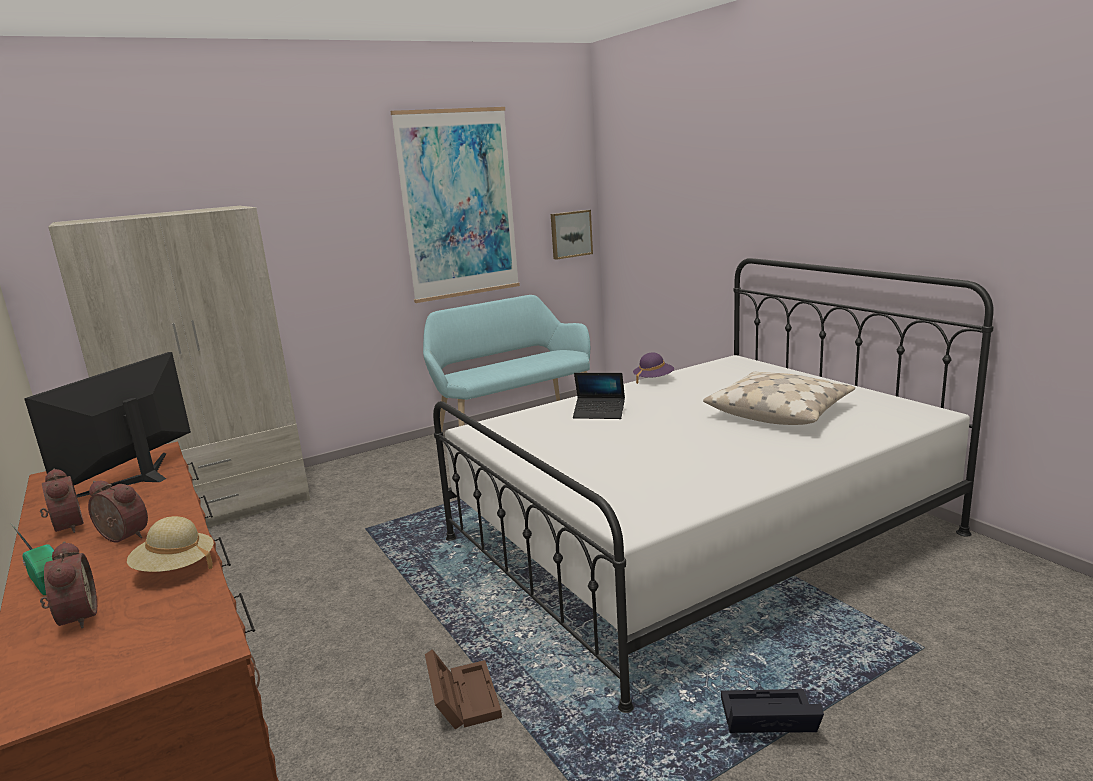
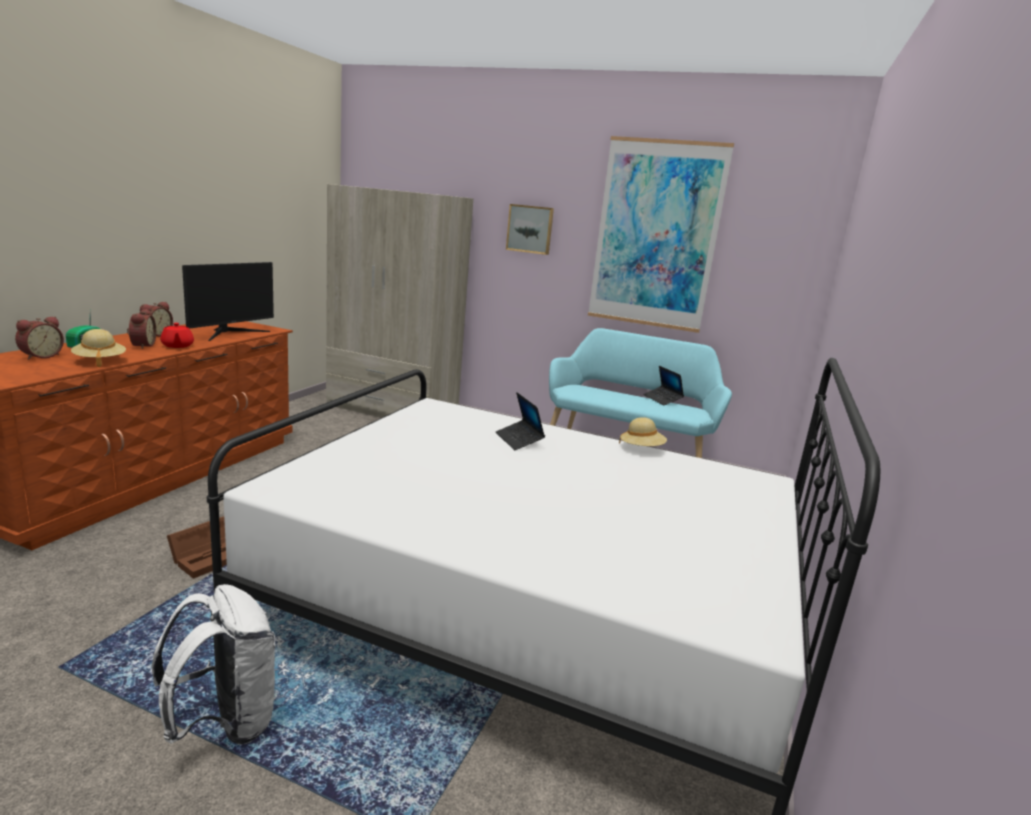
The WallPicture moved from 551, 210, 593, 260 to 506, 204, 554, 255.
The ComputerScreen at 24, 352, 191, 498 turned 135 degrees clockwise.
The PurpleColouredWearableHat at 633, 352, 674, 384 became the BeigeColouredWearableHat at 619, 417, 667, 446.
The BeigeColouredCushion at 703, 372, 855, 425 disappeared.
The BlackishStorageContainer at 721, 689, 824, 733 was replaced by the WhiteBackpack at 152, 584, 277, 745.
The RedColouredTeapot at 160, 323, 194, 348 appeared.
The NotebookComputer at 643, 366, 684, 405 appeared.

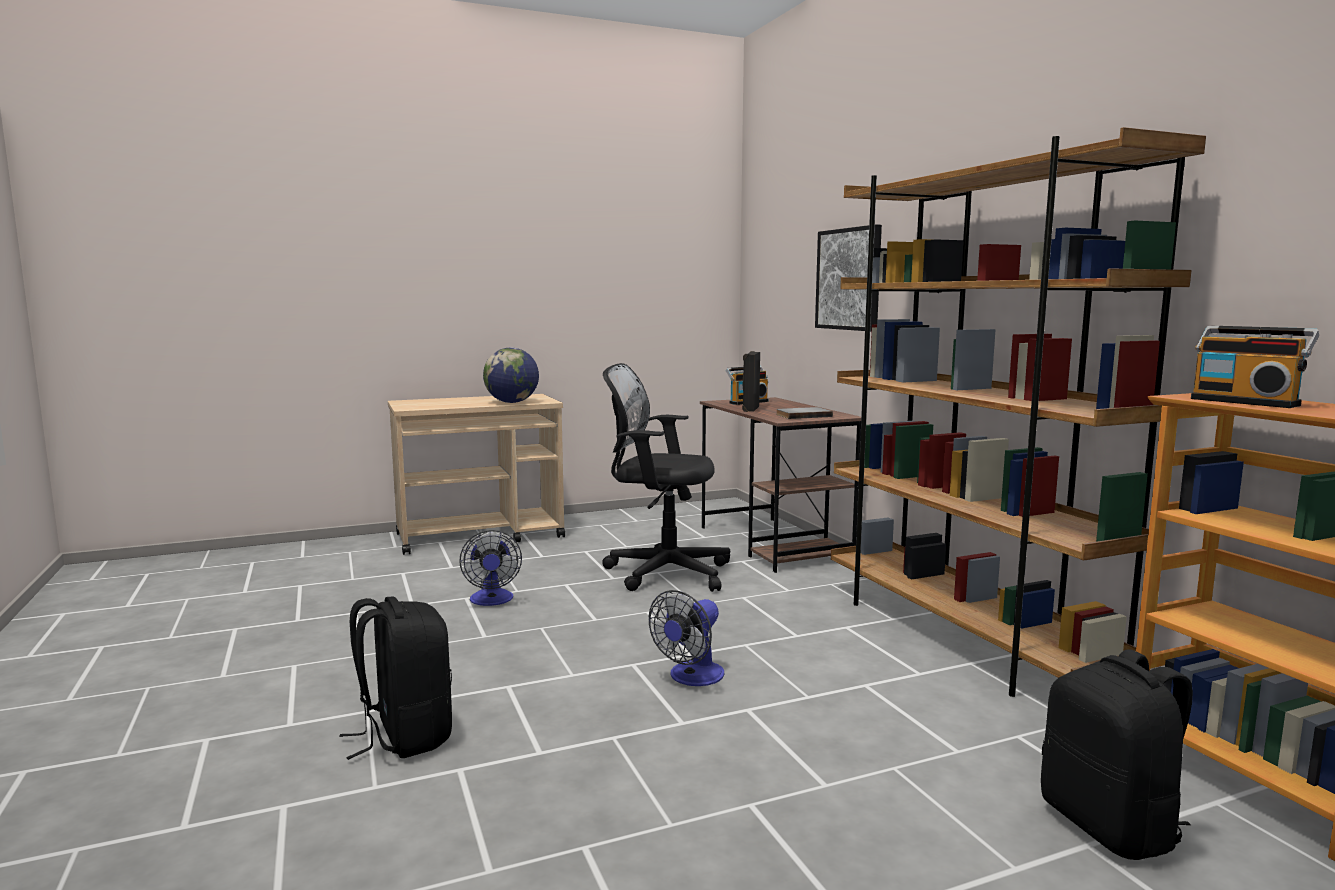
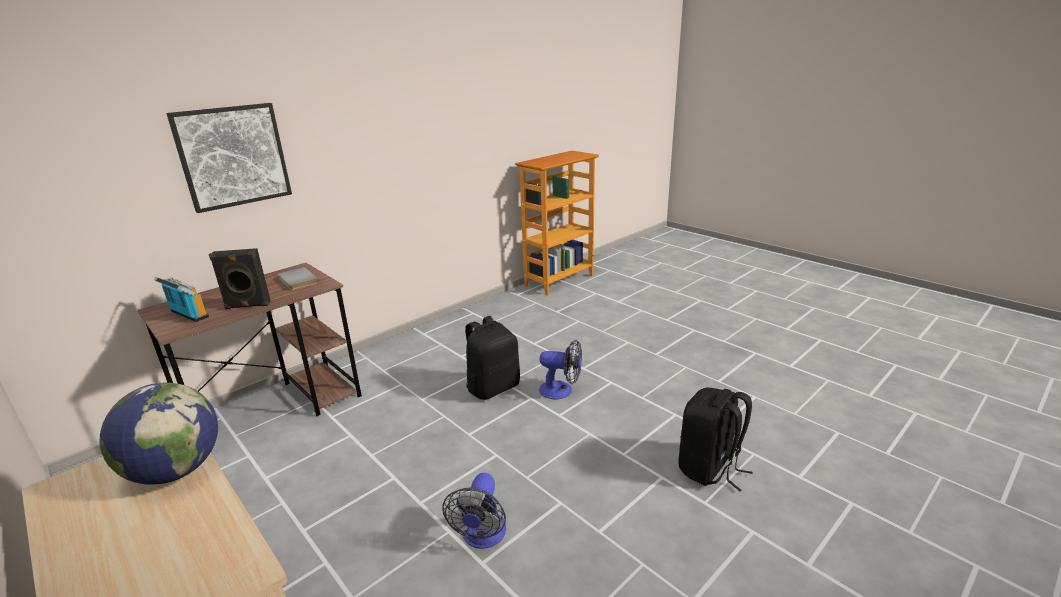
The BrownishBookcase at 831, 127, 1206, 697 disappeared.
The RadioSet at 1191, 326, 1319, 408 disappeared.
The BlackishComputerChair at 602, 363, 730, 592 disappeared.
The CoolingFan at 459, 530, 522, 606 turned 135 degrees clockwise.
The BlackishBackpack moved from 1041, 650, 1193, 860 to 465, 316, 520, 400.

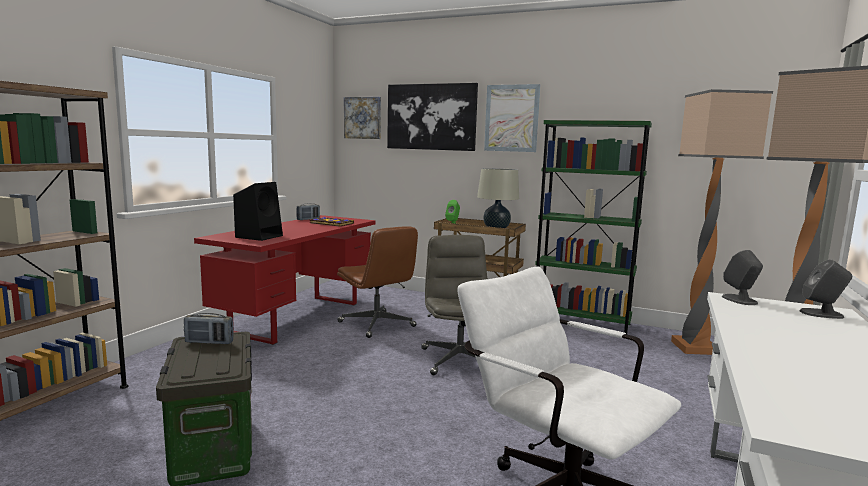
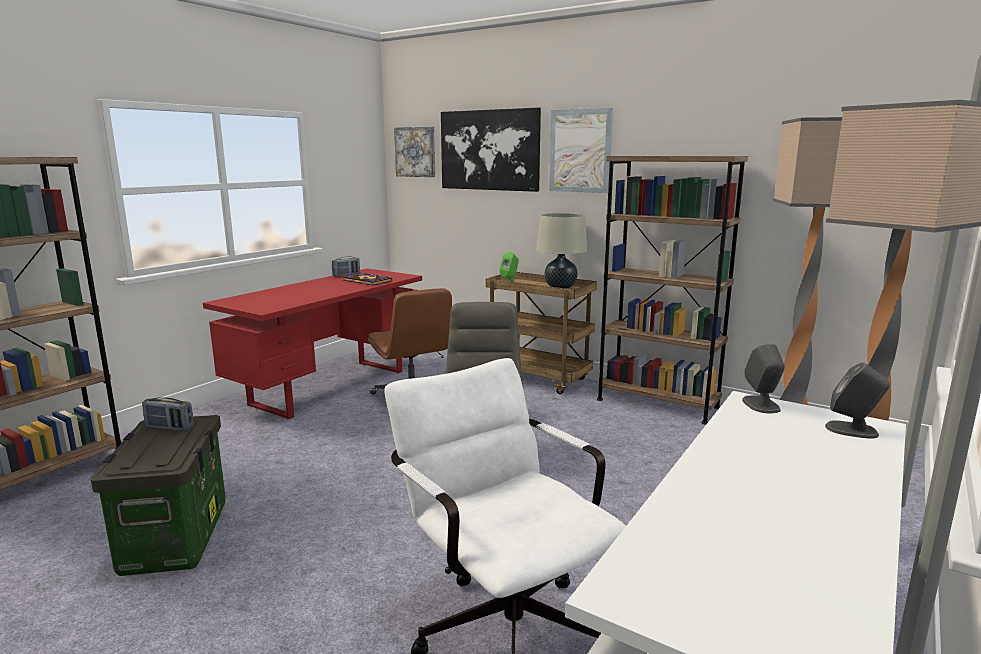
The GreenBookcase at 535, 120, 652, 335 became the BrownishBookcase at 597, 156, 748, 425.
The BlackishSpeaker at 233, 182, 283, 241 disappeared.

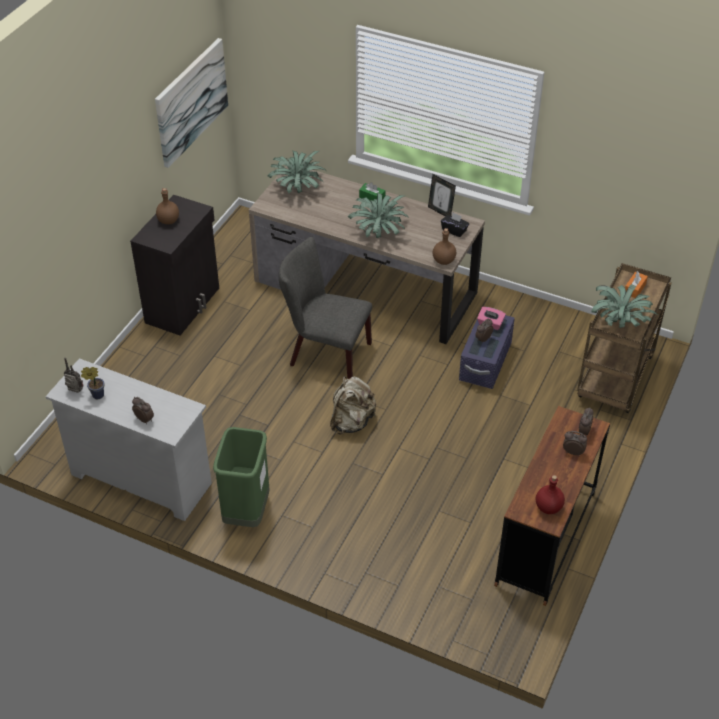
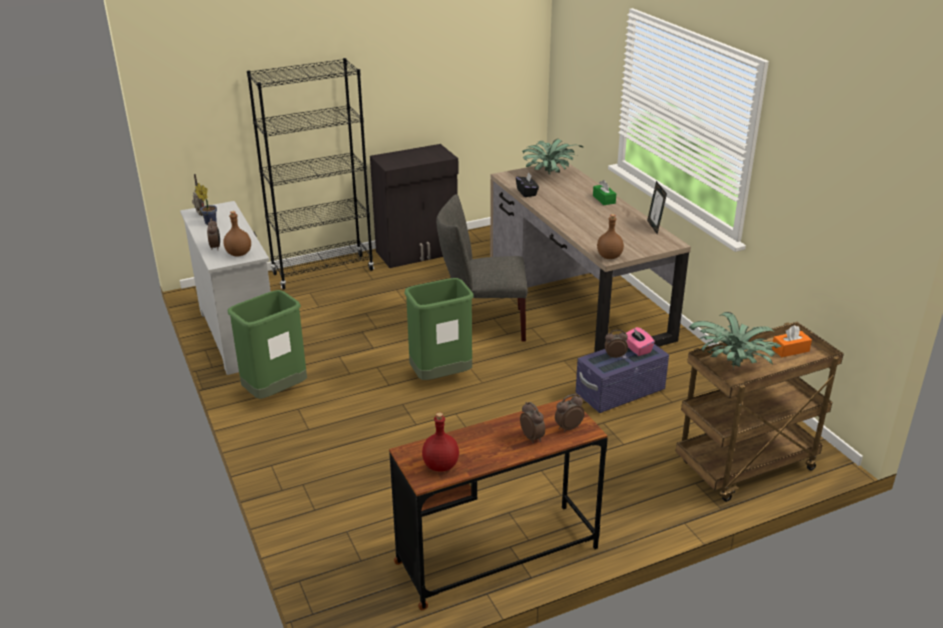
The WallPicture at 155, 38, 228, 168 disappeared.
The BrownishDrinkBottle moved from 156, 188, 179, 224 to 223, 211, 251, 257.
The Houseplant at 347, 193, 409, 238 disappeared.
The BlackishBoxOfTissues moved from 441, 212, 469, 237 to 516, 172, 539, 197.
The GrayPlainChair at 279, 237, 372, 379 turned 60 degrees counterclockwise.
The BeigeColouredBackpack at 330, 376, 376, 434 was replaced by the GreenWasteBin at 404, 278, 474, 380.
The BlackishBookcase at 247, 58, 374, 290 appeared.

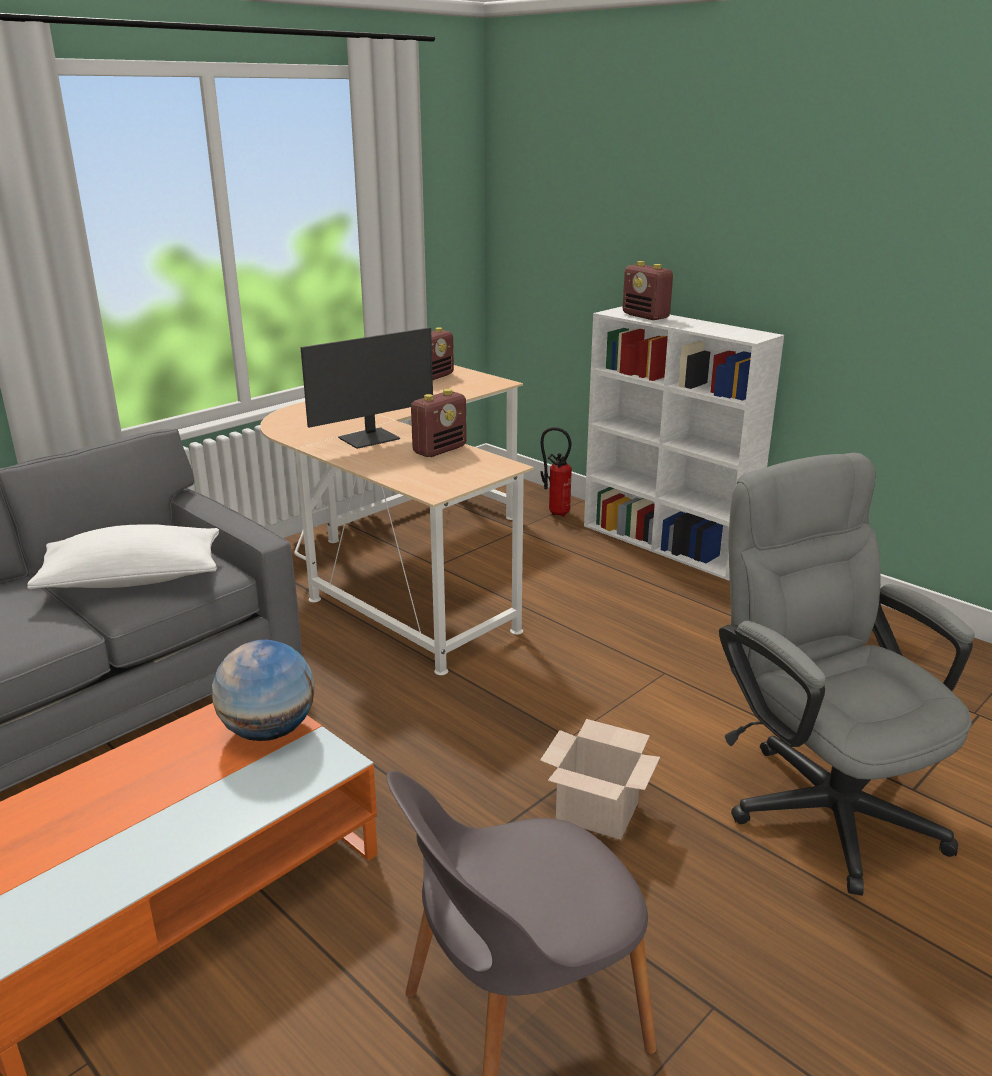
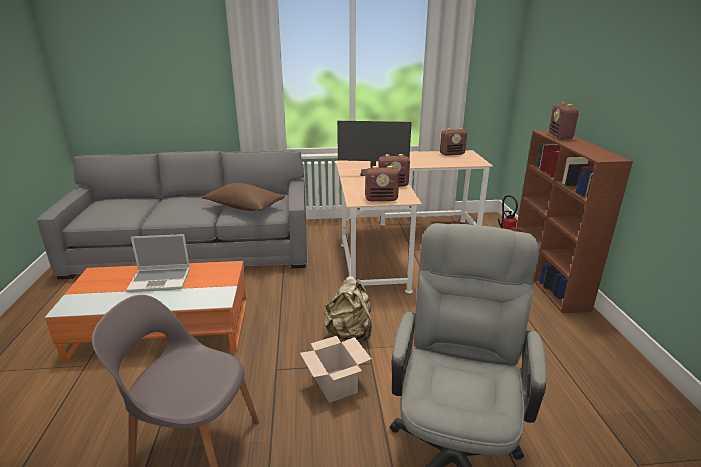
The WhiteBookcase at 584, 306, 784, 581 became the BrownishBookcase at 516, 130, 633, 313.
The WhiteCushion at 27, 524, 219, 589 became the BrownishCushion at 202, 183, 285, 211.
The Globe at 212, 640, 315, 741 disappeared.
The RadioSet at 365, 166, 399, 201 appeared.
The NotebookComputer at 126, 234, 190, 292 appeared.
The BeigeColouredBackpack at 324, 276, 372, 342 appeared.

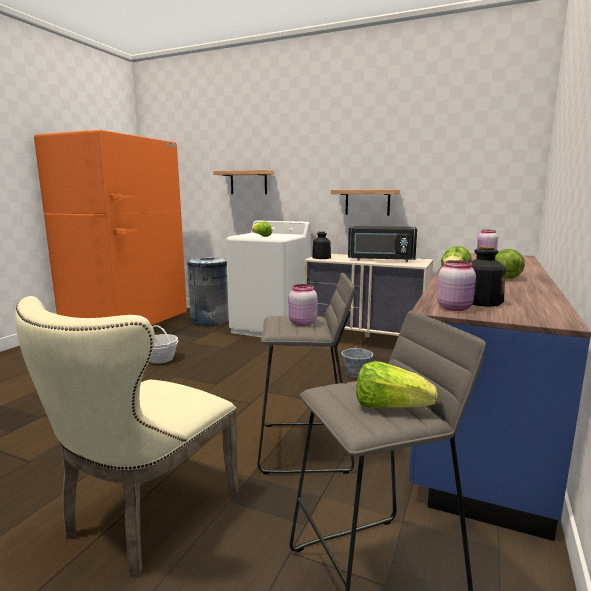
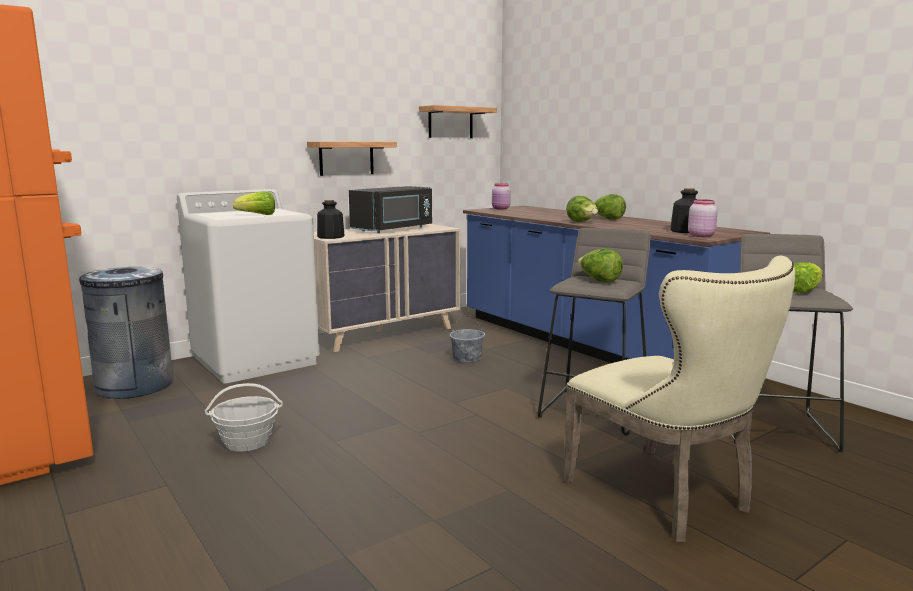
The WallShelf moved from 213, 170, 274, 194 to 419, 105, 497, 138.
The PinkishPreserveJar at 289, 284, 317, 326 was replaced by the HeadOfLettuce at 578, 248, 623, 283.

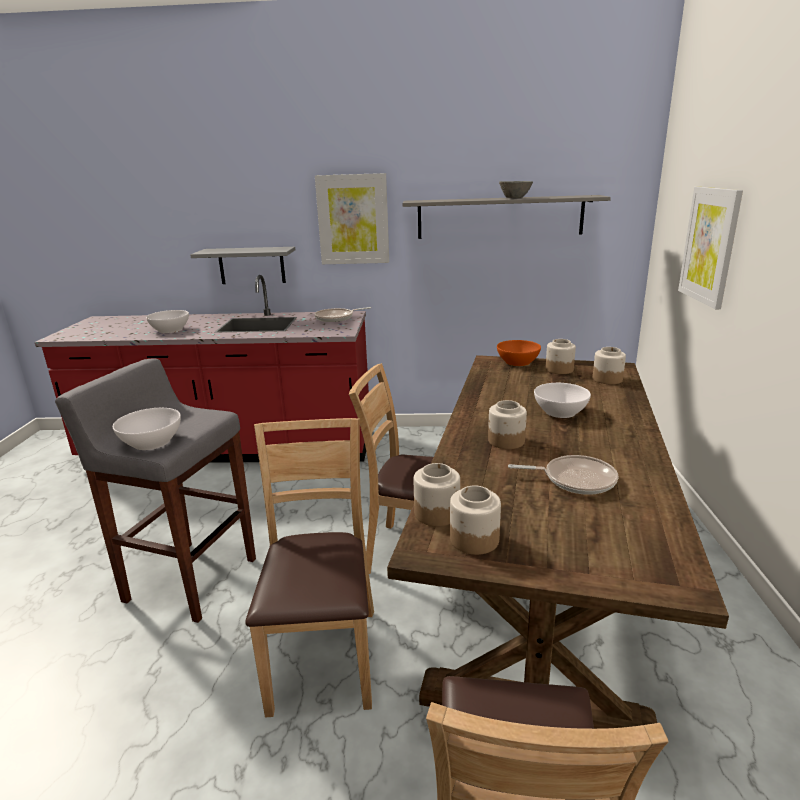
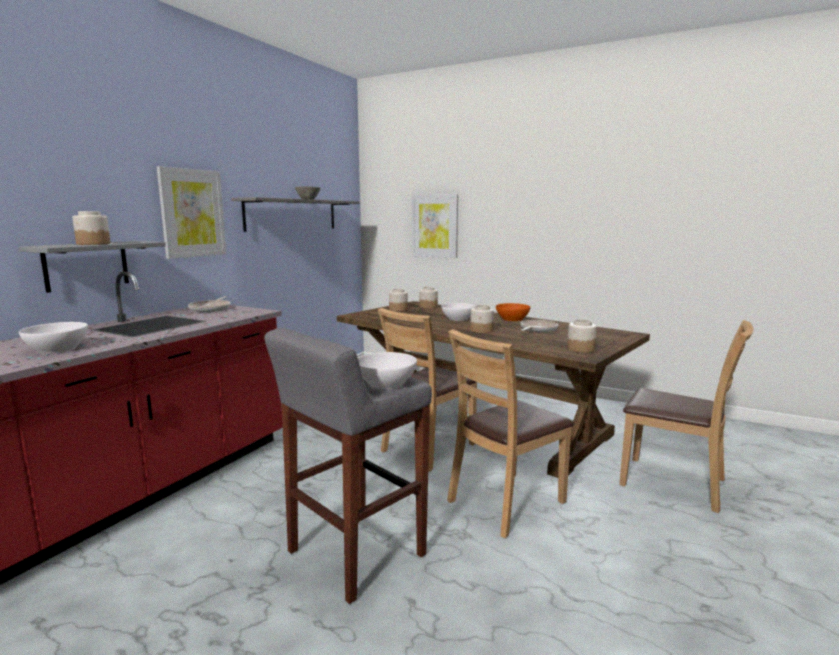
The OrangeyBowl moved from 497, 340, 541, 366 to 496, 303, 530, 321.
The BrownishPlainChair at 246, 418, 374, 717 turned 60 degrees counterclockwise.
The PreserveJar moved from 414, 463, 460, 526 to 72, 211, 110, 245.

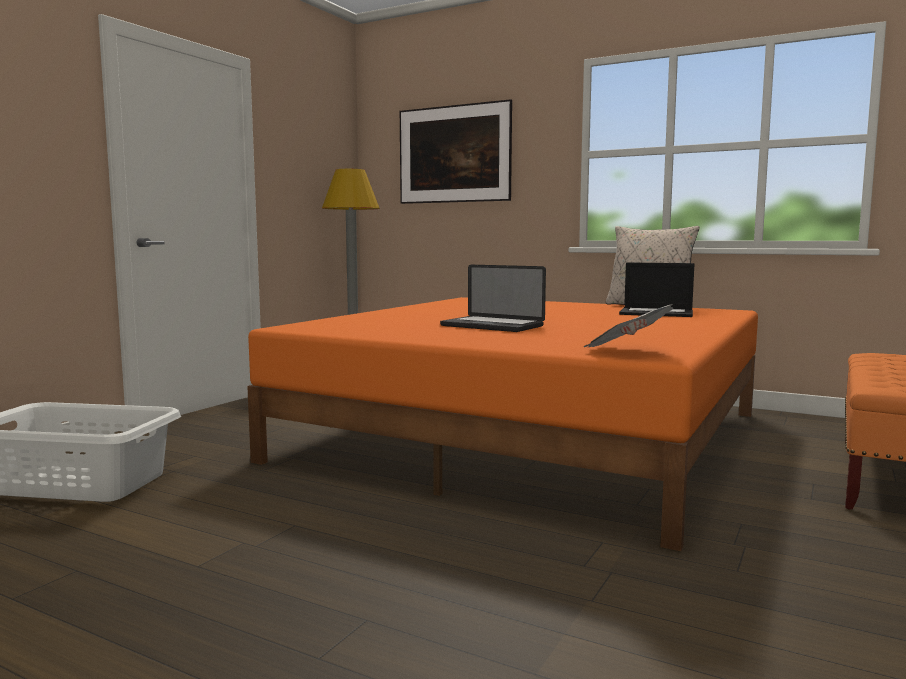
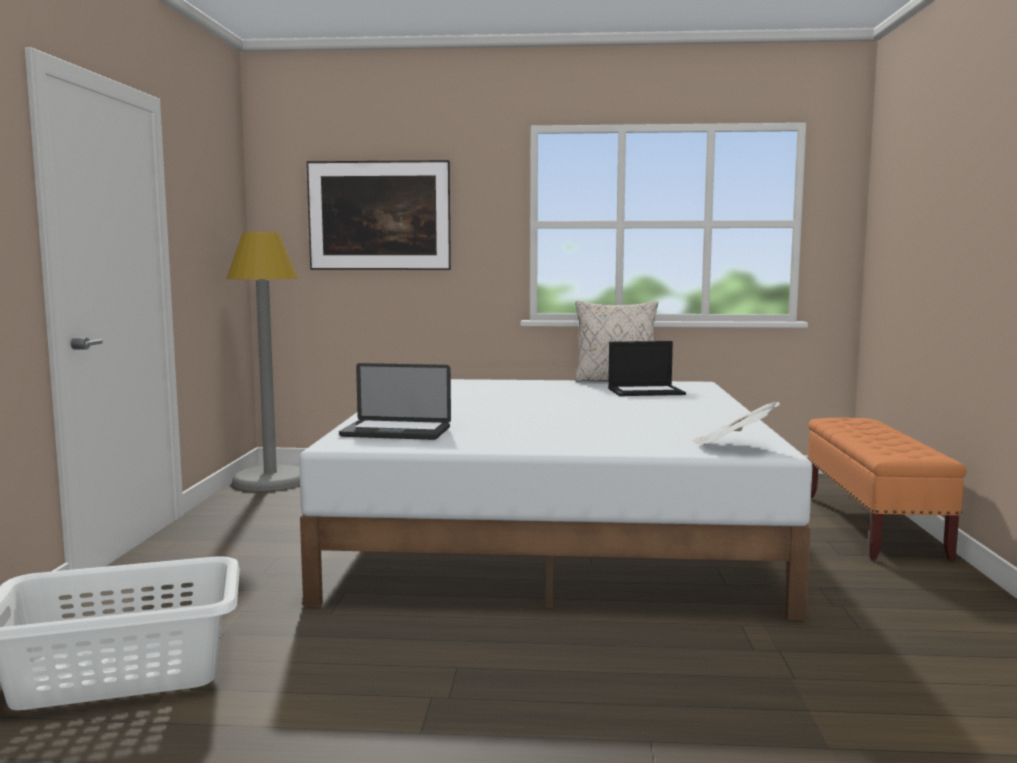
The NotebookComputer moved from 440, 265, 546, 332 to 339, 363, 451, 440.
The OrangeyBed at 247, 297, 758, 551 became the WhiteBed at 299, 379, 813, 621.

